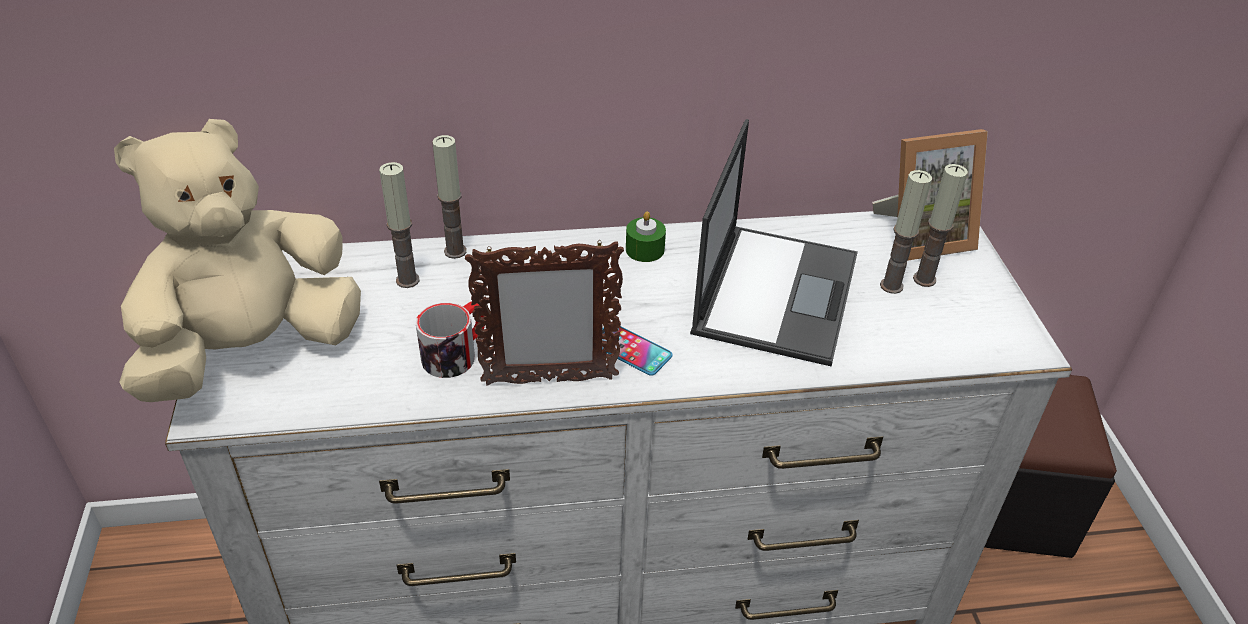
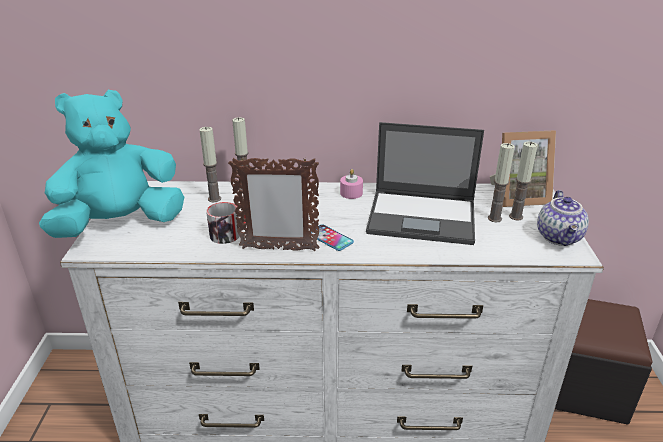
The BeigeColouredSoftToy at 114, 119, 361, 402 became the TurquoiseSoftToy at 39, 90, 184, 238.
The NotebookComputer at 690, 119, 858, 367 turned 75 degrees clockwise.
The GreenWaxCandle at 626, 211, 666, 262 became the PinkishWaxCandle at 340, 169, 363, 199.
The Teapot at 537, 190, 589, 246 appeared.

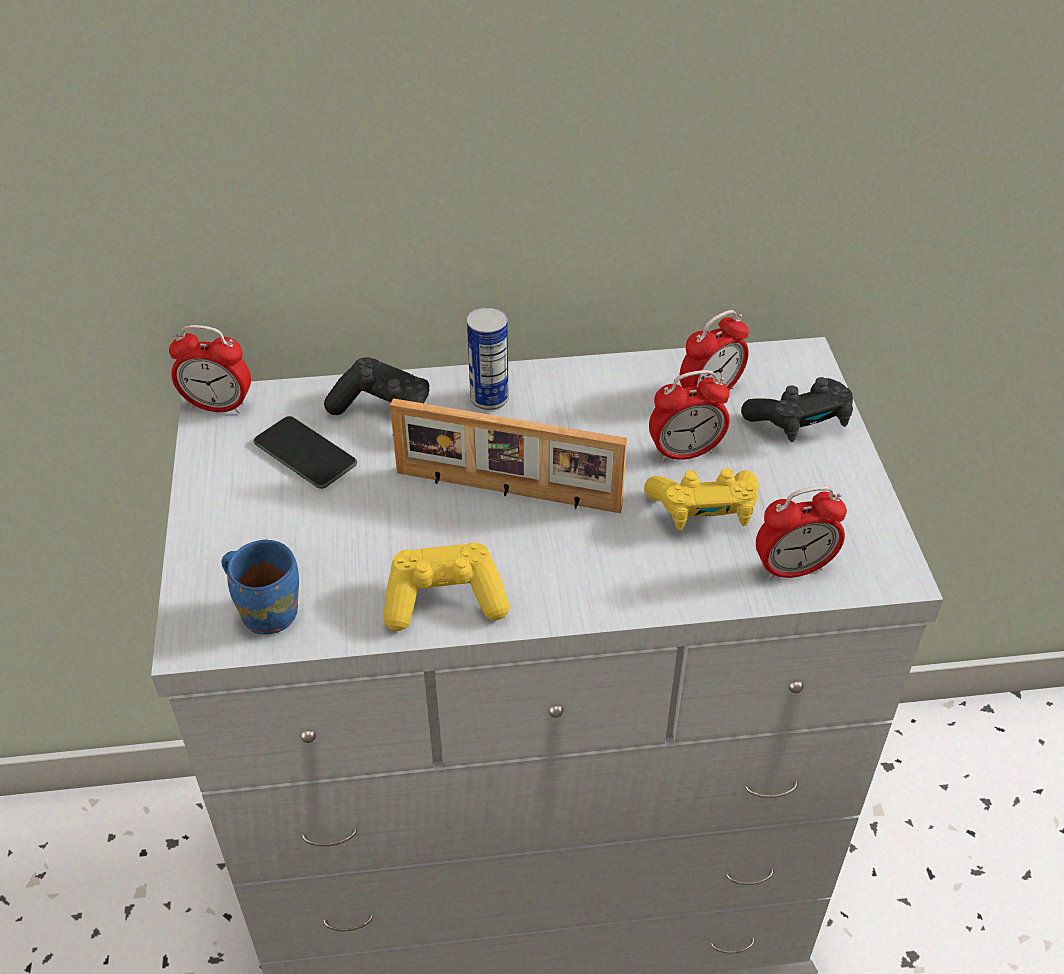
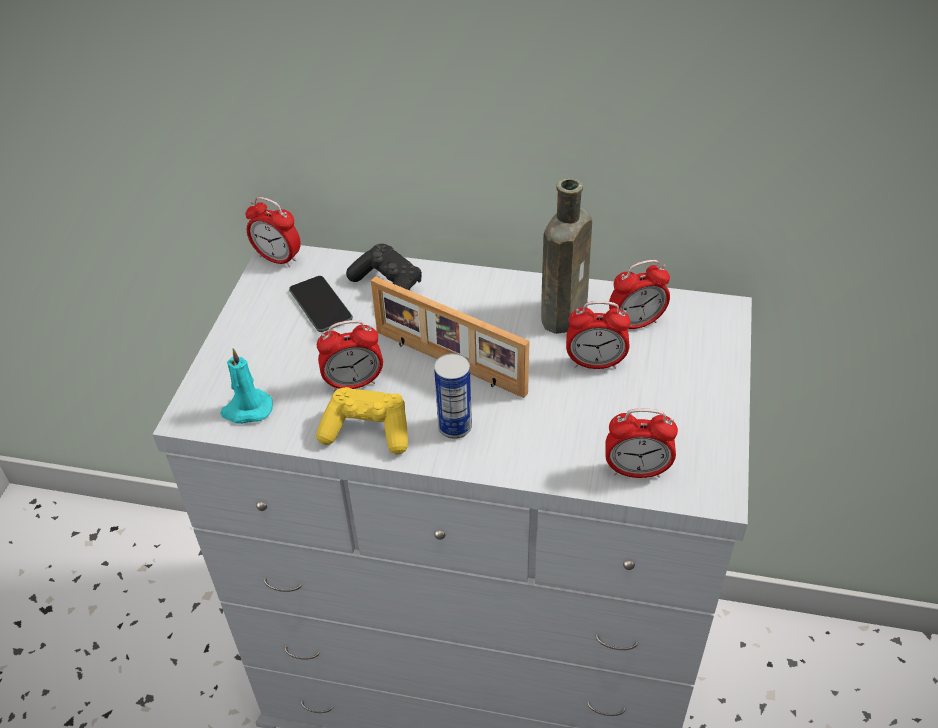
The MetalCan moved from 467, 307, 509, 411 to 434, 353, 472, 439.
The BlackishGamepad at 741, 377, 853, 442 disappeared.
The YellowishGamepad at 644, 468, 759, 530 disappeared.
The BlueColouredMug at 222, 540, 299, 635 was replaced by the TurquoiseWaxCandle at 220, 348, 273, 424.
The BrownishDrinkBottle at 541, 178, 592, 334 appeared.
The BedsideClock at 317, 320, 383, 392 appeared.

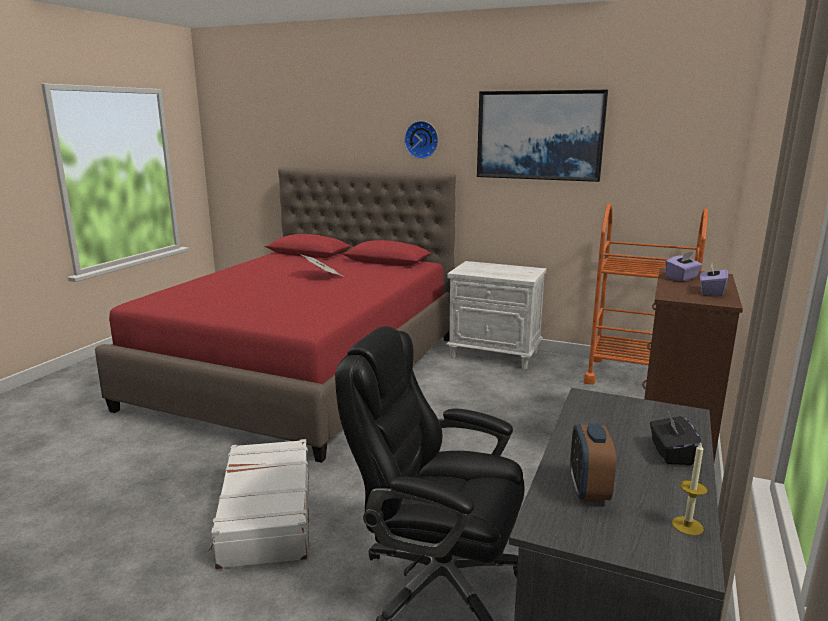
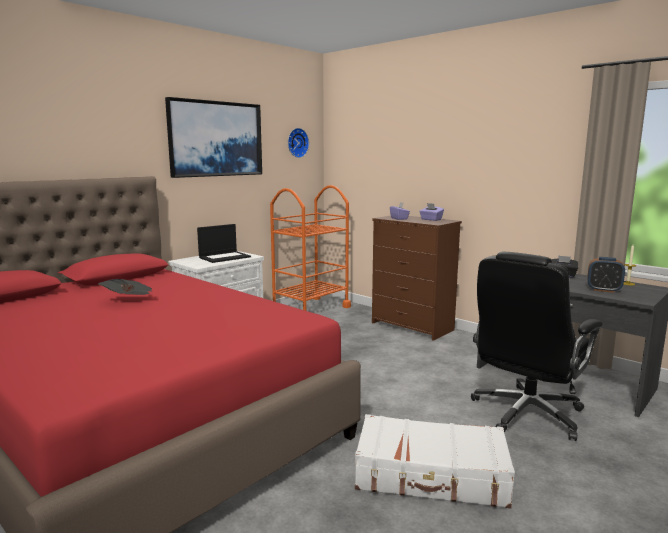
The HangingClock moved from 404, 121, 438, 159 to 288, 128, 309, 158.
The NotebookComputer at 197, 224, 251, 263 appeared.

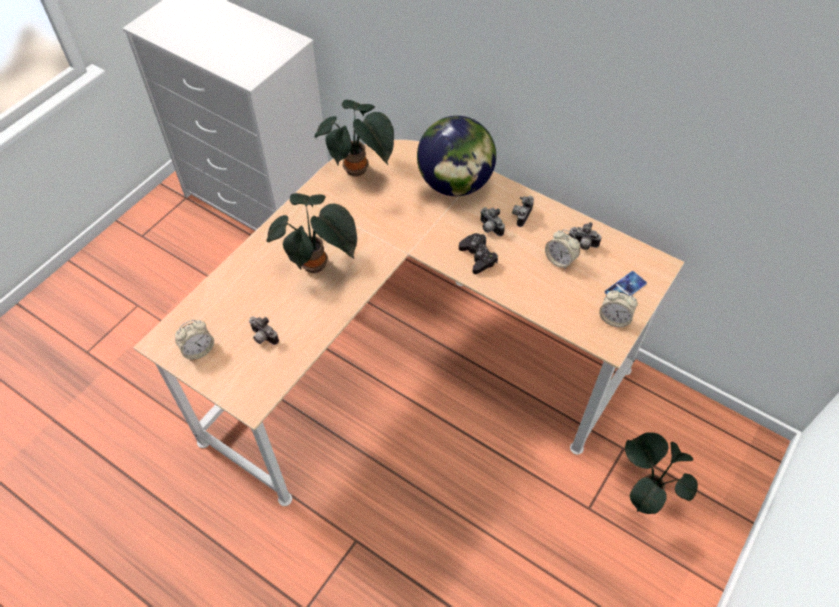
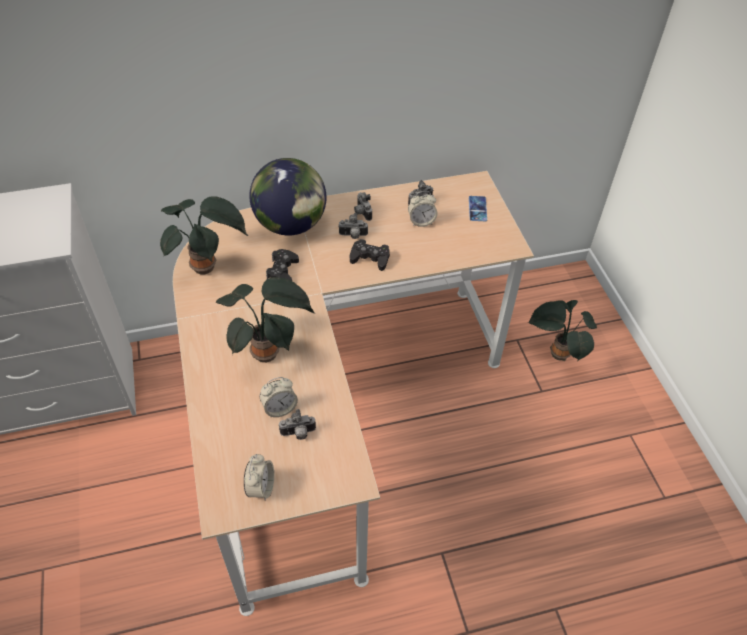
The BedsideClock moved from 599, 289, 638, 327 to 260, 377, 298, 418.
The BlackishGamepad at 266, 249, 299, 281 appeared.

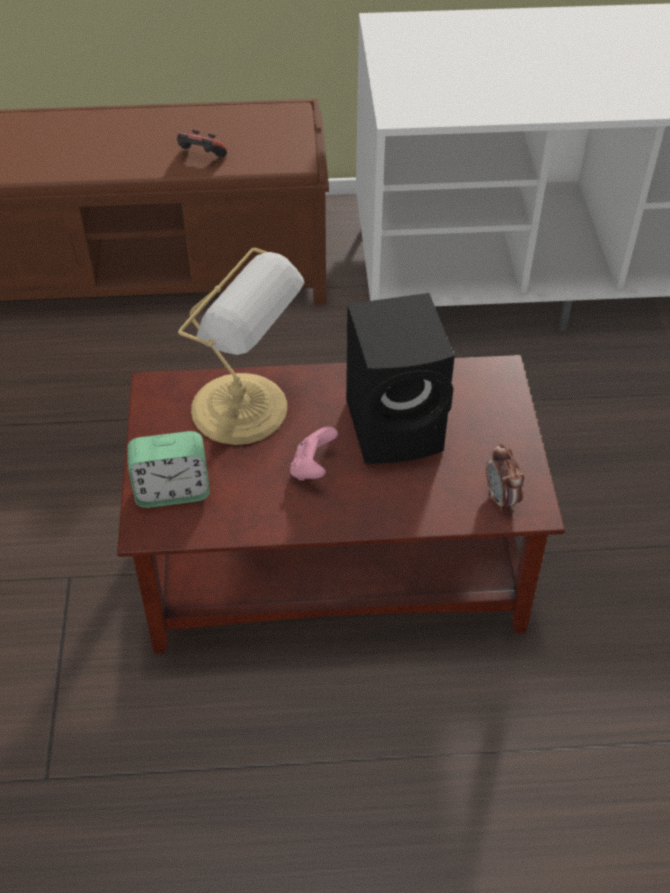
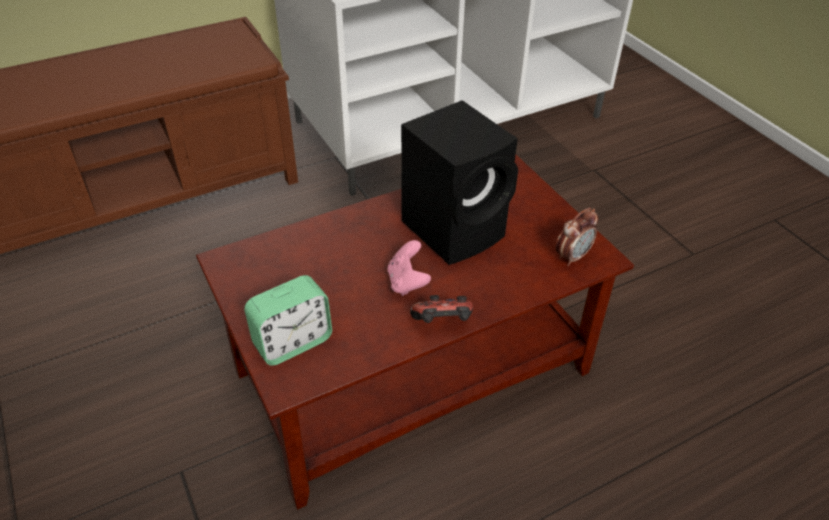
The Gamepad moved from 177, 130, 227, 157 to 410, 295, 473, 323.
The TabletopLamp at 178, 248, 304, 445 disappeared.
The BedsideClock at 486, 443, 524, 511 turned 90 degrees counterclockwise.

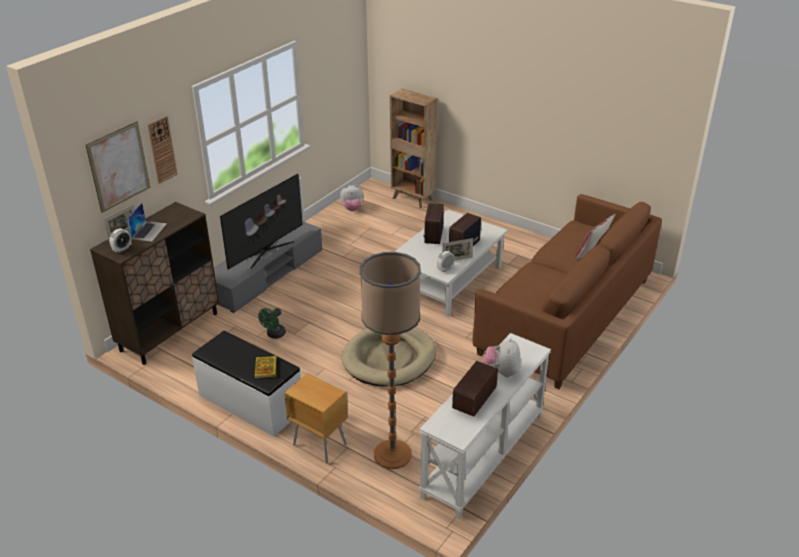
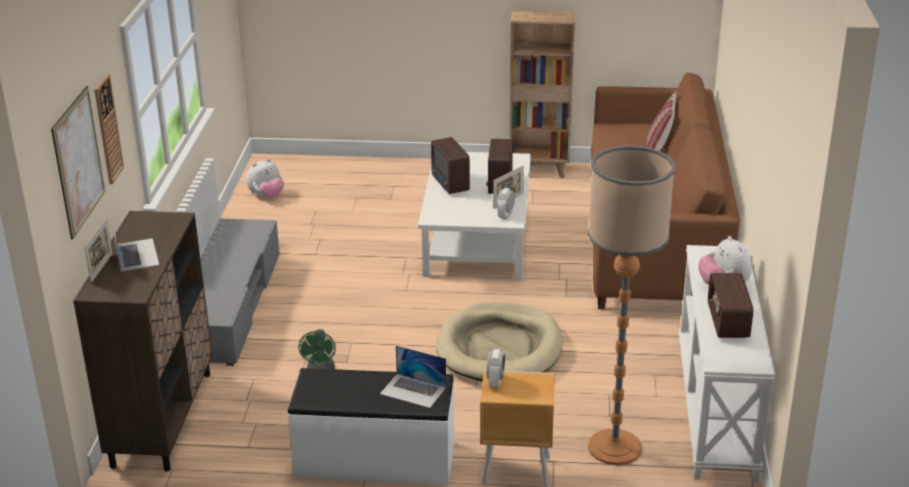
The BrownishBookcase moved from 390, 89, 437, 208 to 510, 11, 575, 178.
The Tv at 220, 174, 303, 270 disappeared.
The BedsideClock moved from 109, 228, 132, 253 to 486, 349, 505, 388.
The BoundBook at 255, 356, 277, 378 was replaced by the NotebookComputer at 380, 346, 446, 408.

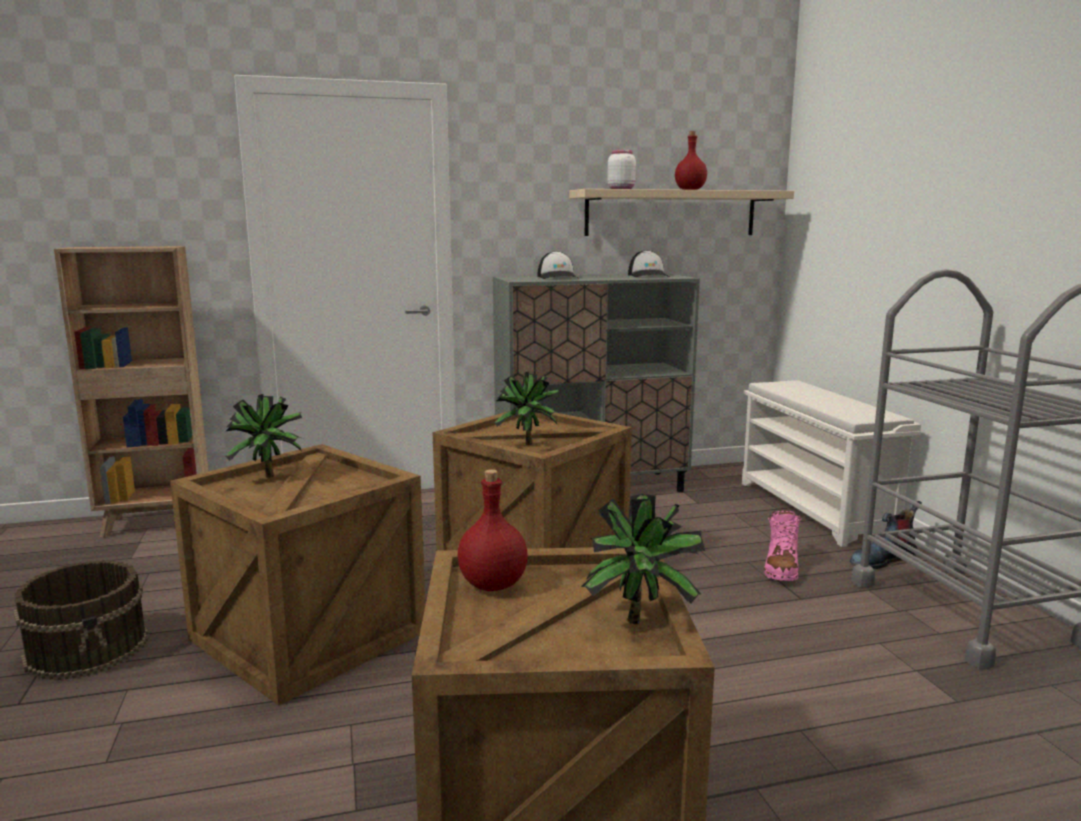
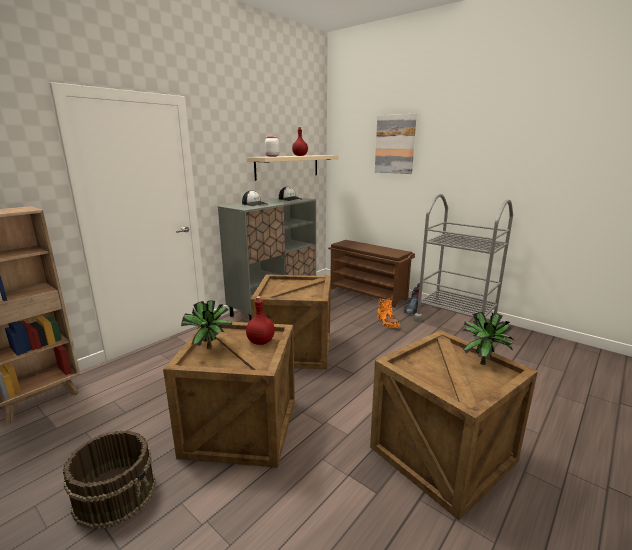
The Houseplant at 494, 372, 560, 445 disappeared.
The WhiteShoeRack at 742, 380, 921, 547 became the BrownishShoeRack at 328, 240, 415, 308.
The RedColouredDrinkBottle moved from 458, 469, 528, 591 to 246, 296, 275, 345.
The PinkishHighTopBoot at 764, 510, 802, 581 became the OrangeyHighTopBoot at 377, 298, 400, 328.
The WallPicture at 375, 114, 417, 174 appeared.

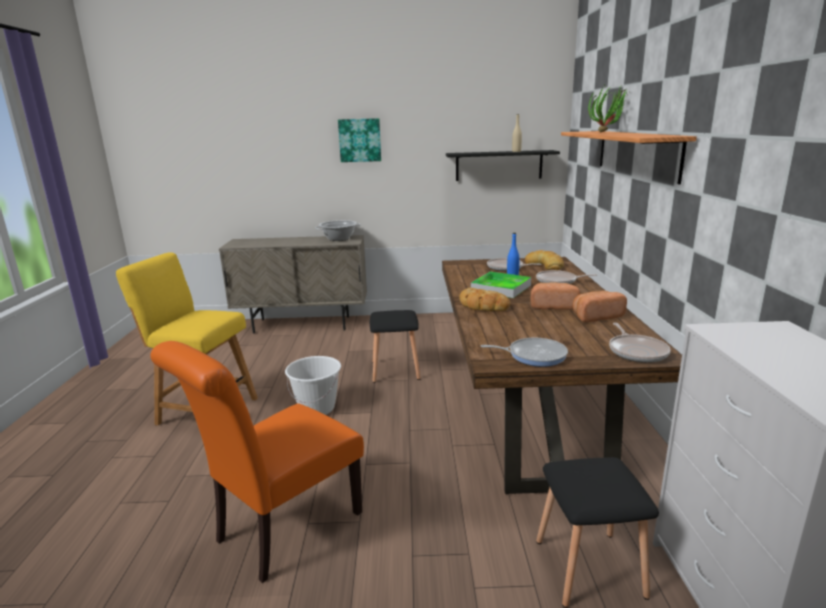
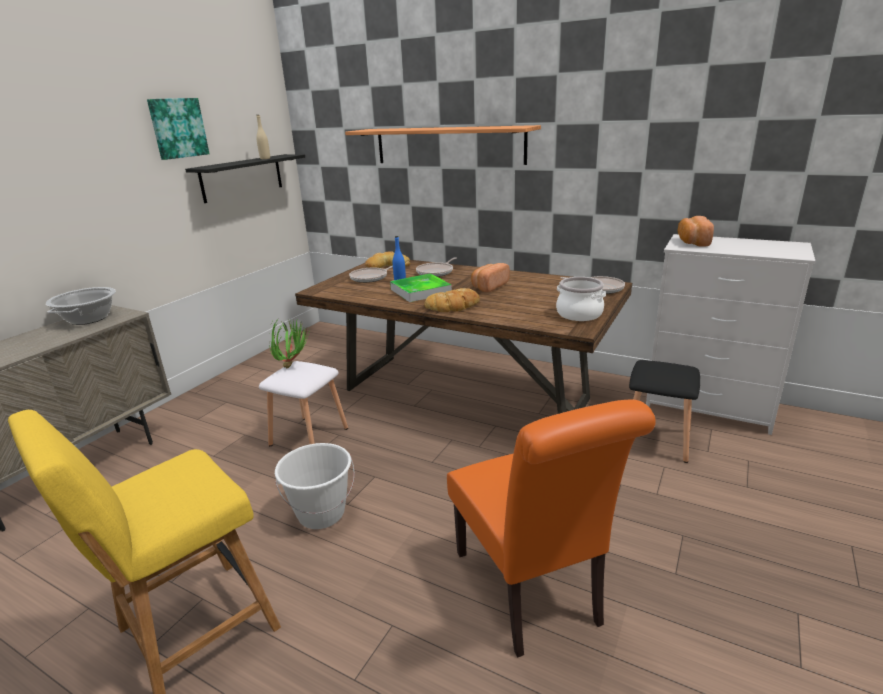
The Houseplant moved from 588, 85, 628, 132 to 269, 319, 310, 368.
The WallPicture moved from 338, 118, 381, 162 to 147, 98, 209, 160.
The Bread moved from 573, 291, 627, 322 to 678, 216, 714, 247.
The BlackishStool at 370, 310, 421, 383 became the WhiteStool at 259, 361, 348, 446.
The FryingPan at 481, 338, 568, 367 was replaced by the Stockpot at 556, 277, 606, 321.

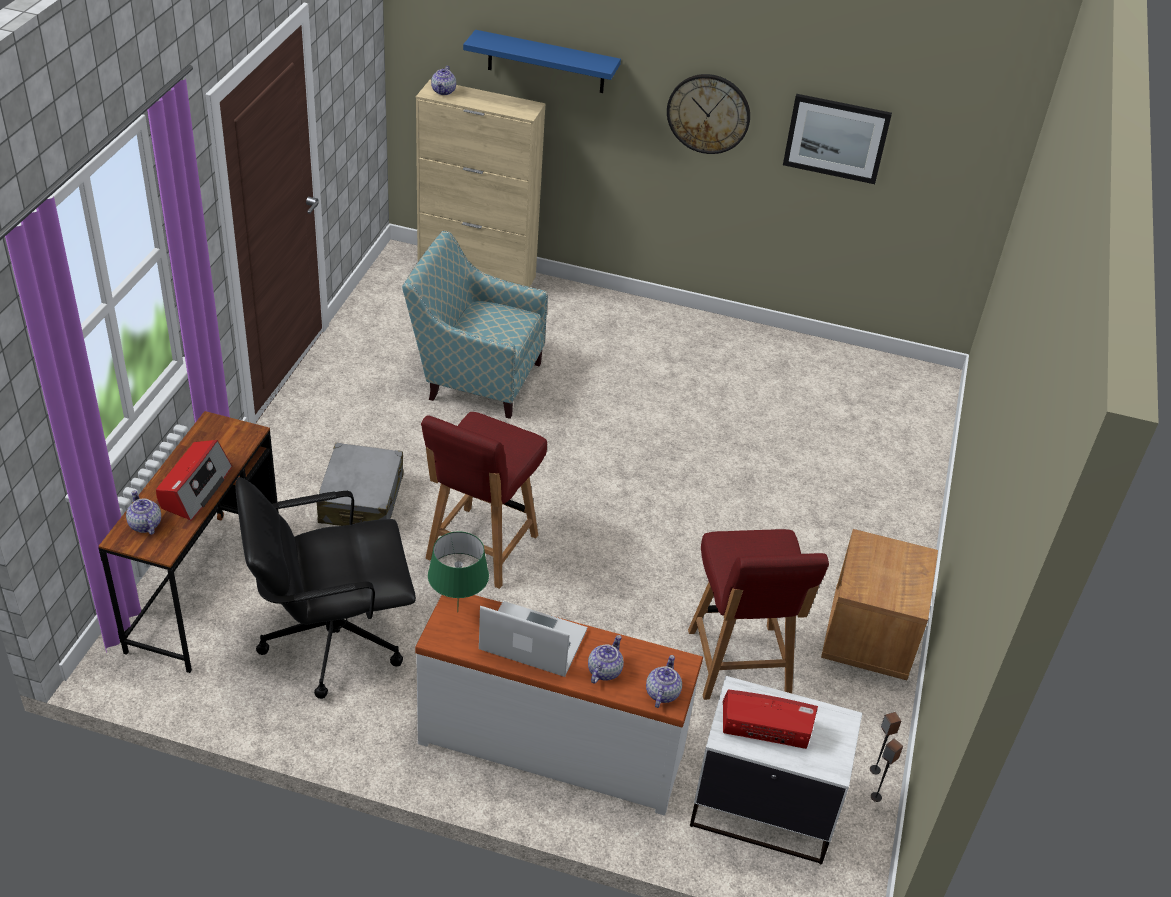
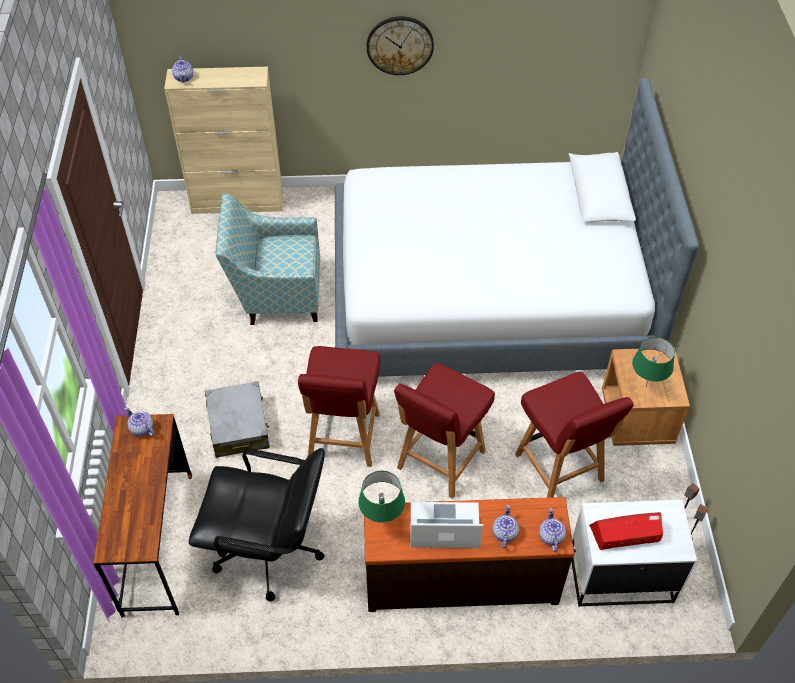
The BlueColouredWallShelf at 463, 30, 621, 93 disappeared.
The WallPicture at 783, 94, 892, 184 disappeared.
The RadioSet at 156, 440, 232, 521 disappeared.
The BlackishComputerChair at 236, 477, 416, 699 turned 135 degrees counterclockwise.
The Teapot moved from 126, 490, 161, 535 to 124, 408, 155, 437.
The WhiteChestOfDrawers at 415, 595, 703, 815 became the BrownishChestOfDrawers at 364, 497, 574, 612.
The Bed at 335, 78, 699, 377 appeared.
The GreenTabletopLamp at 632, 337, 675, 386 appeared.
The RedColouredPlainChair at 394, 363, 495, 499 appeared.

